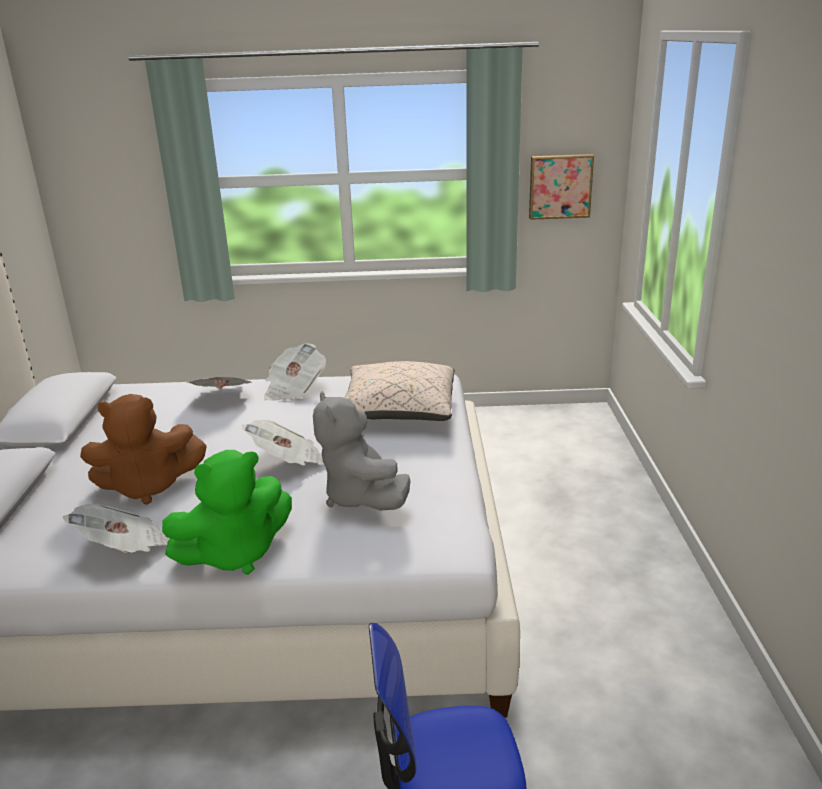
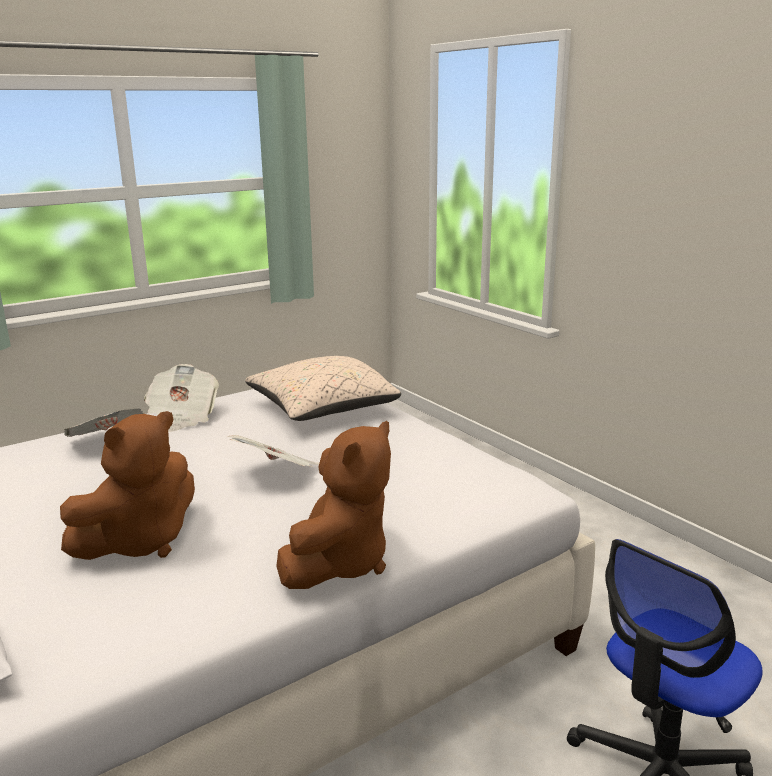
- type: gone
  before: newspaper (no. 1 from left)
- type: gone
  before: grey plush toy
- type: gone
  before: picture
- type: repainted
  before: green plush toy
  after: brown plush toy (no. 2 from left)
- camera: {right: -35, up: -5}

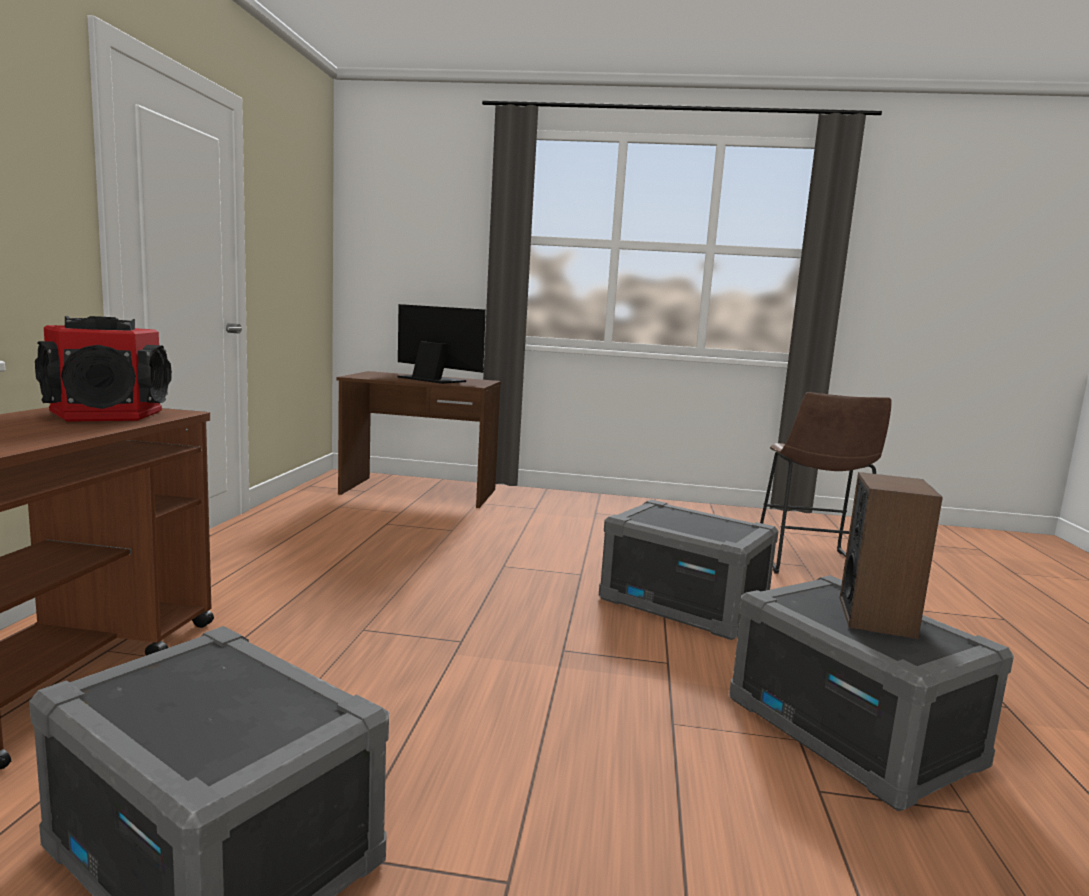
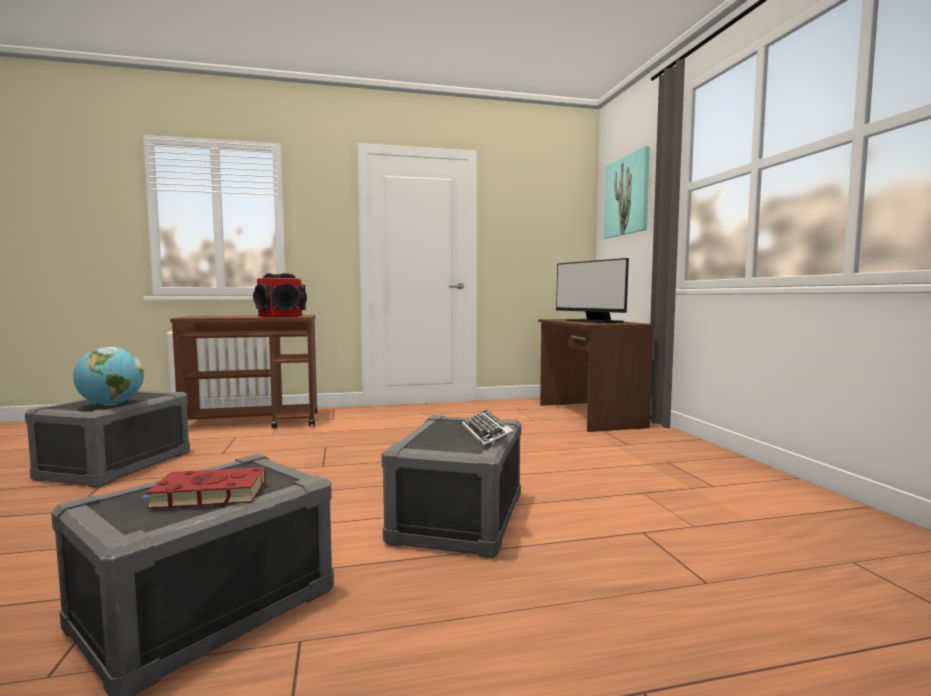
- type: gone
  before: brown stool
- type: new
  after: globe
- type: new
  after: keyboard
- type: new
  after: picture
- type: swapped
  before: speaker (no. 2 from left)
  after: red book
- type: rotated
  before: monitor
  turn: 135
- camera: {right: 70, up: -5}

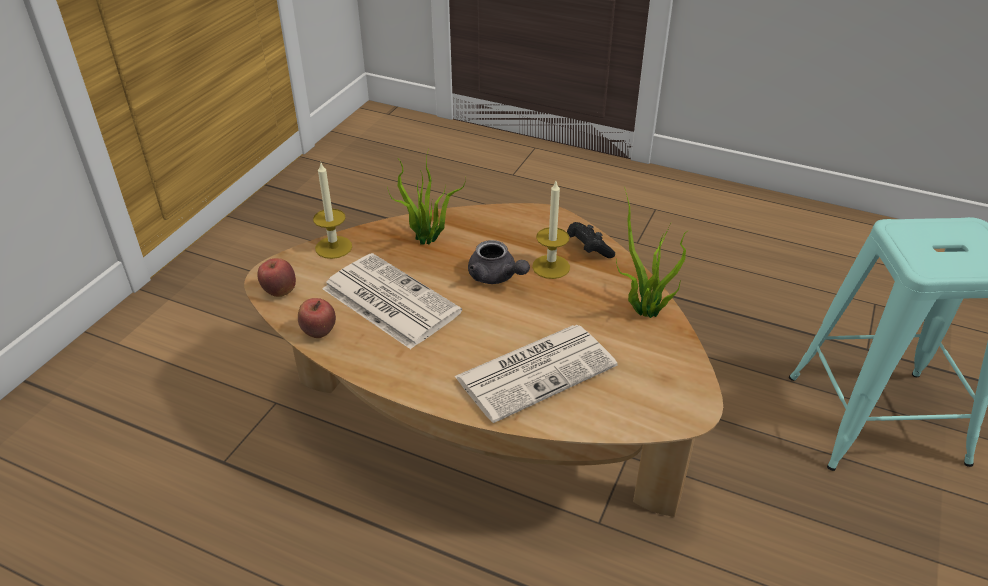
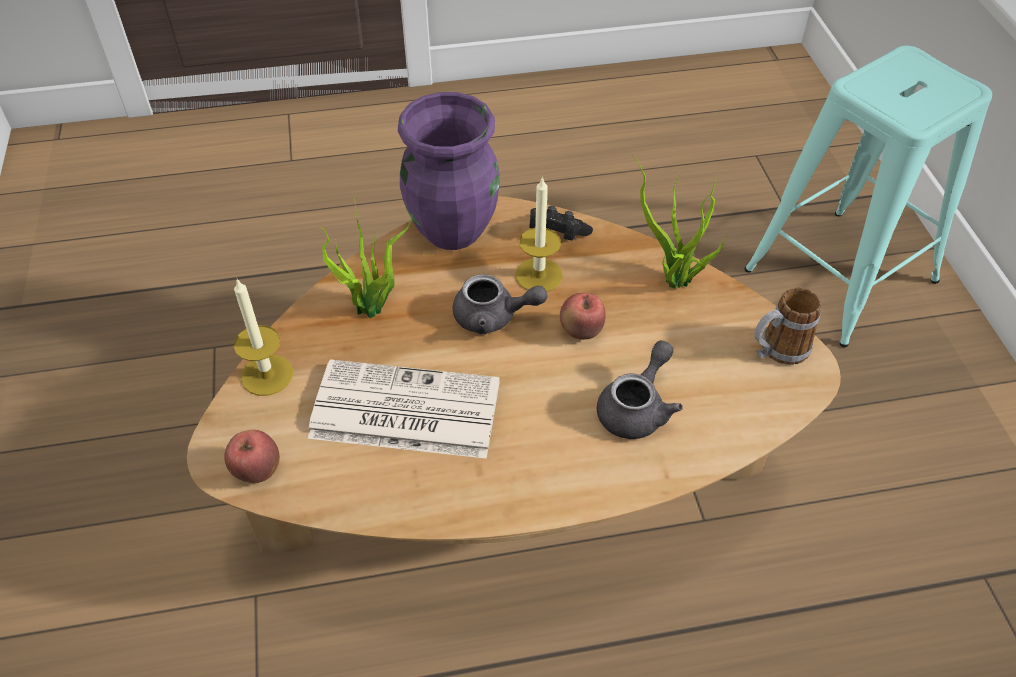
- type: new
  after: purple vase
- type: new
  after: mug
- type: shifted
  before: apple (no. 2 from left)
- type: swapped
  before: newspaper (no. 2 from left)
  after: grey teapot (no. 2 from left)
- camera: {right: -35, up: 10}

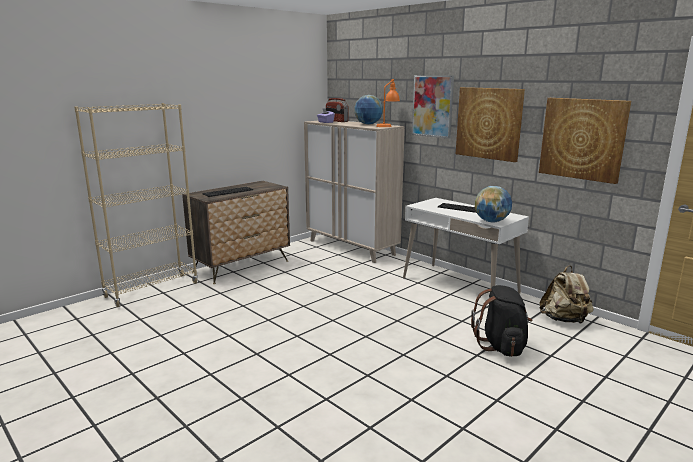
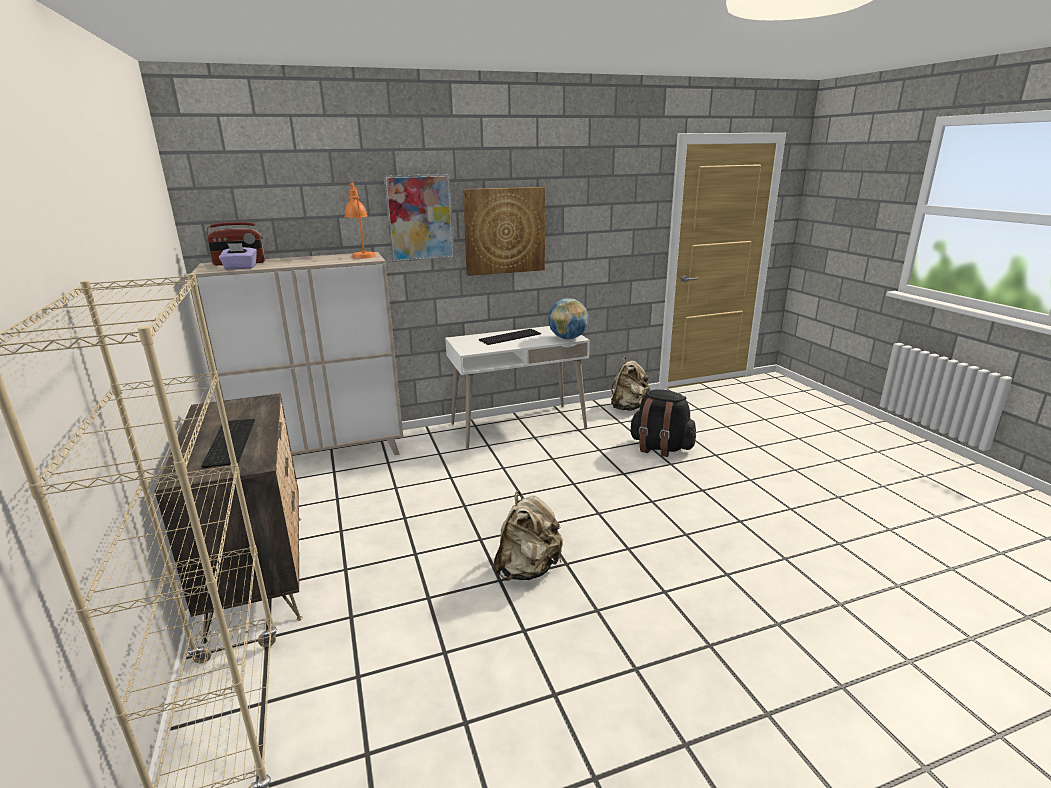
- type: gone
  before: globe (no. 1 from left)
- type: gone
  before: picture (no. 3 from left)
- type: new
  after: beige backpack (no. 1 from left)
- camera: {right: -65, up: 5}

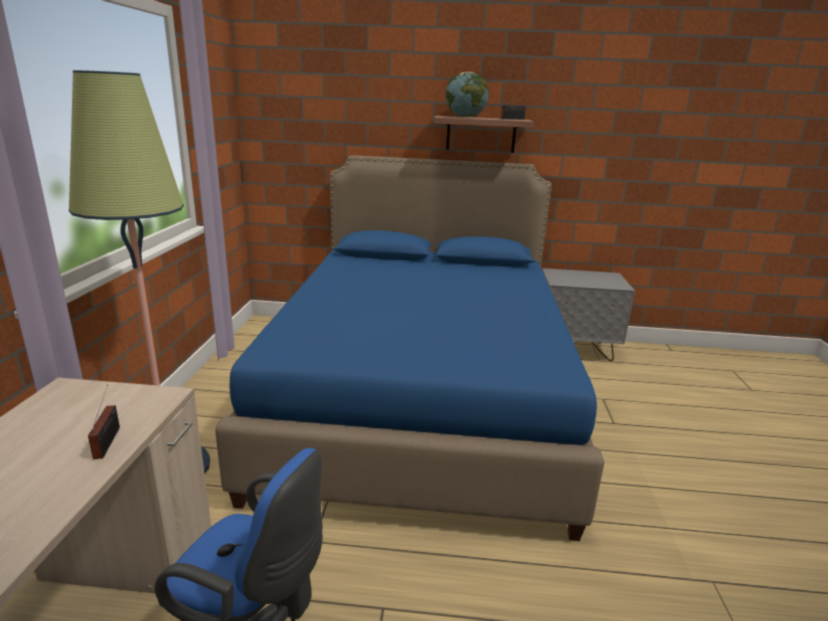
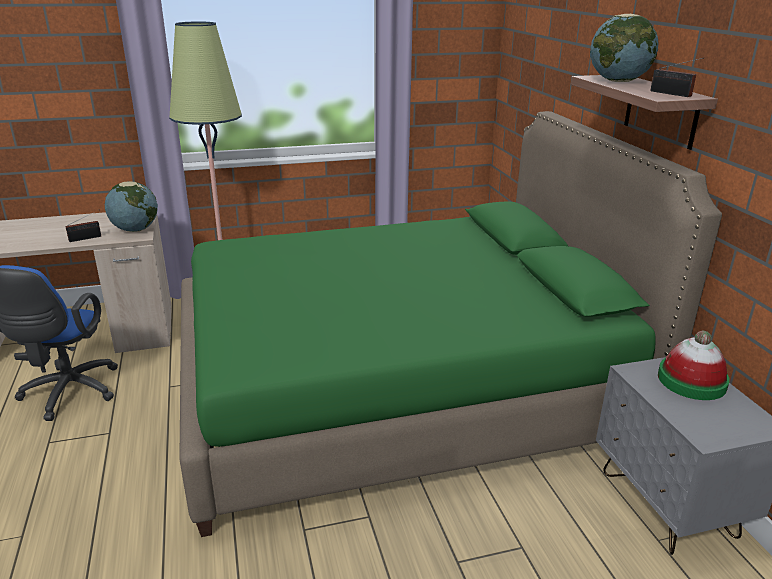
- type: new
  after: globe (no. 1 from left)
- type: new
  after: hat
- type: repainted
  before: blue bed
  after: green bed
- camera: {right: 70, up: 5}

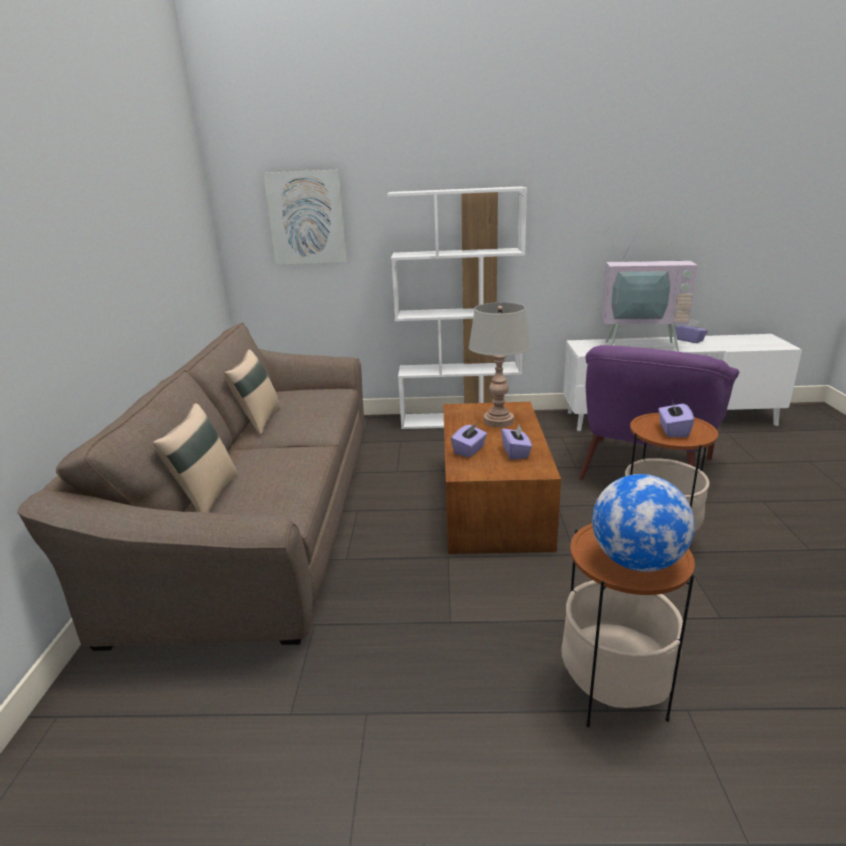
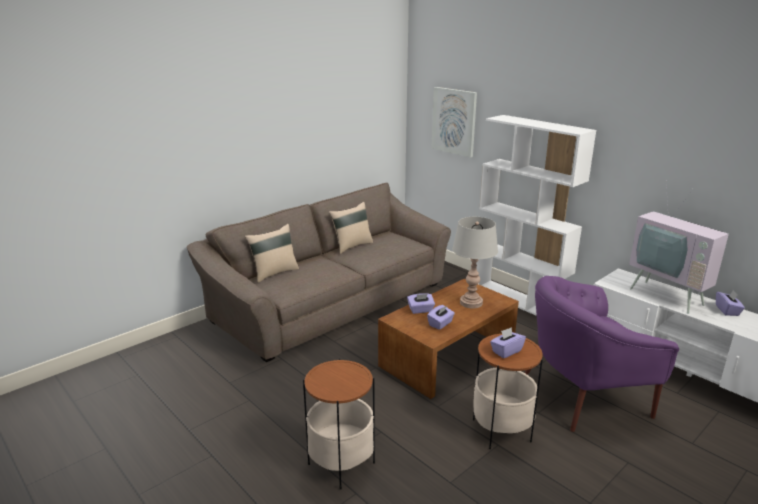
- type: gone
  before: globe
- camera: {right: 45, up: 0}

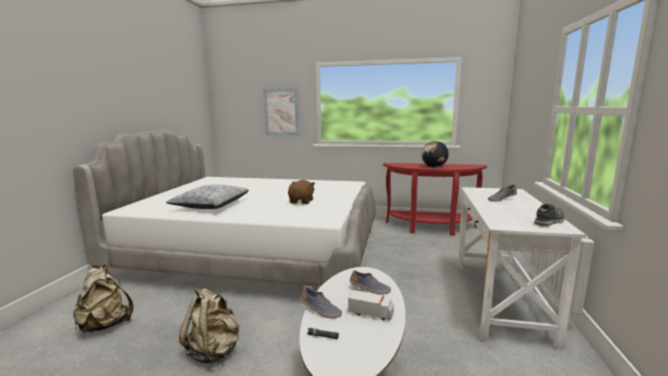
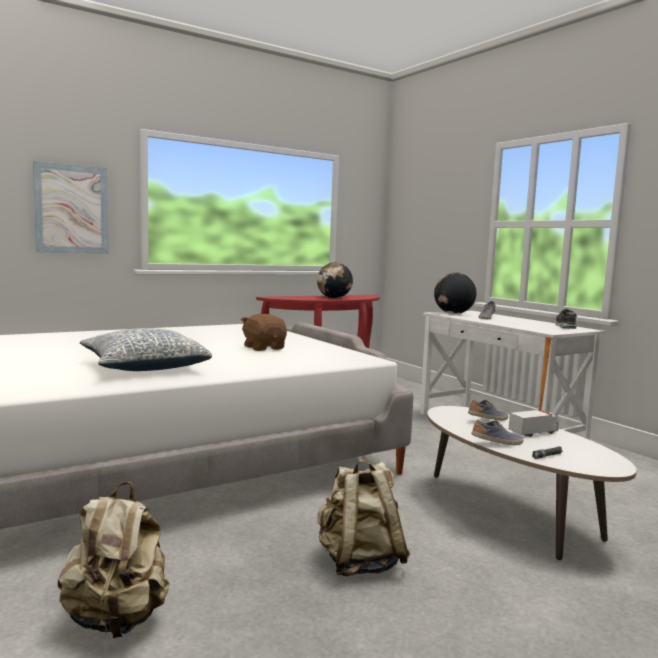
- type: new
  after: globe (no. 2 from left)
- camera: {right: -45, up: -5}

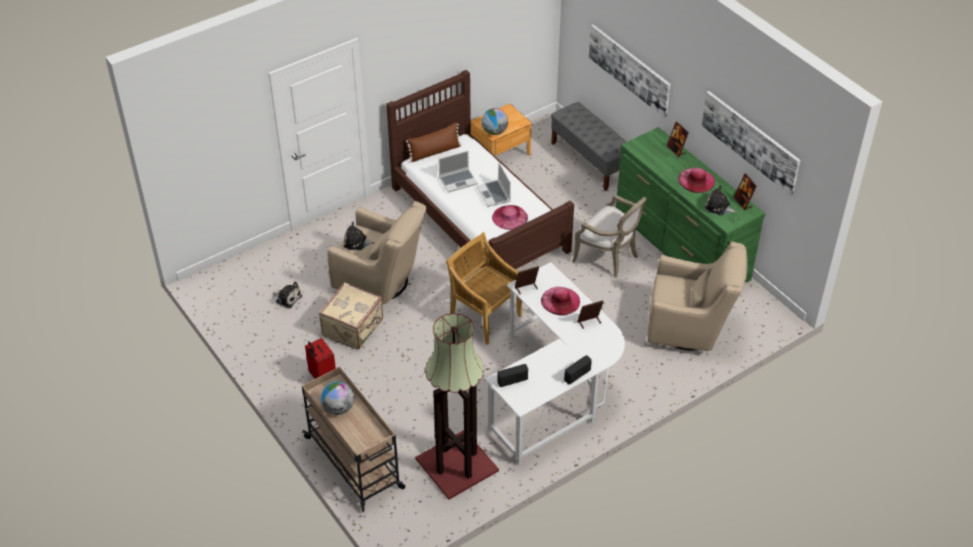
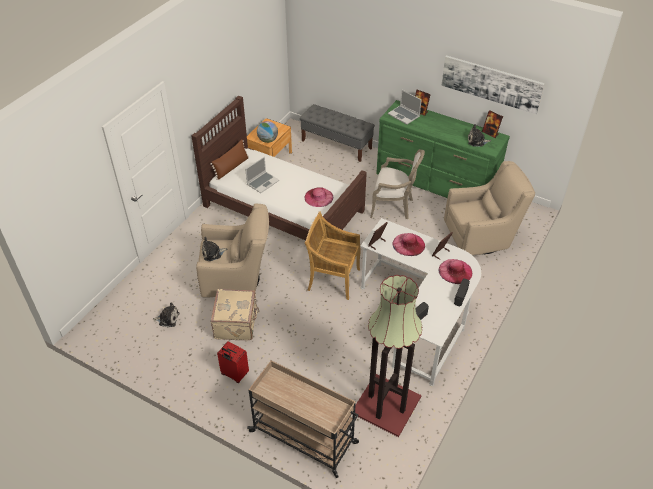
- type: gone
  before: globe (no. 1 from left)
- type: gone
  before: picture (no. 1 from left)
- type: shifted
  before: laptop (no. 2 from left)
- type: shifted
  before: pink hat (no. 3 from left)
- camera: {right: -25, up: 0}

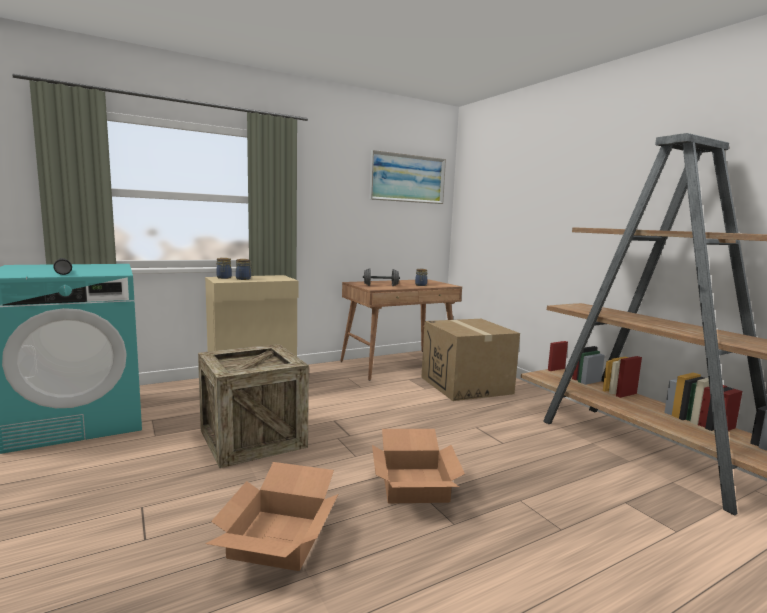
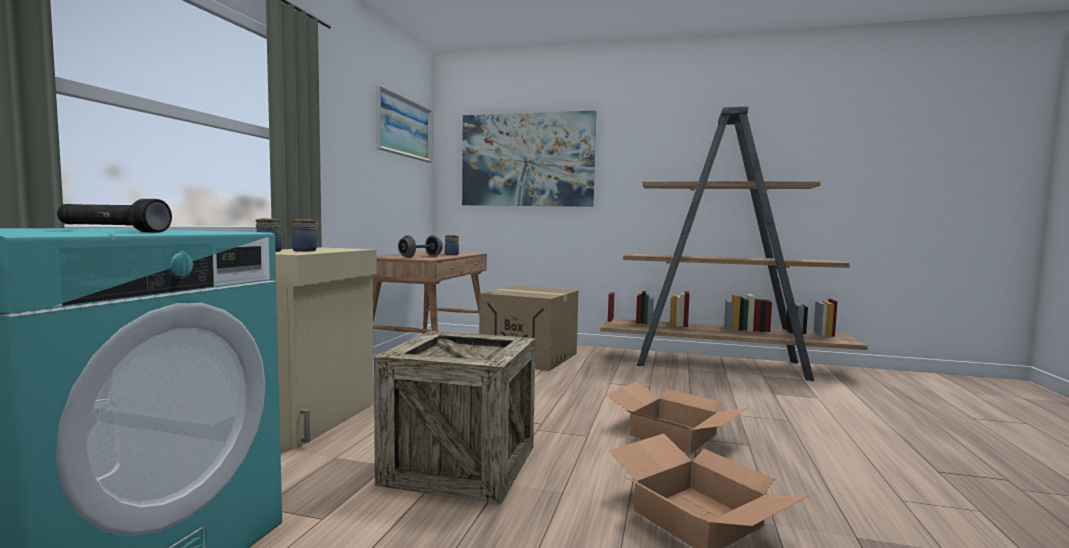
- type: new
  after: picture (no. 2 from left)
- camera: {right: -45, up: -5}

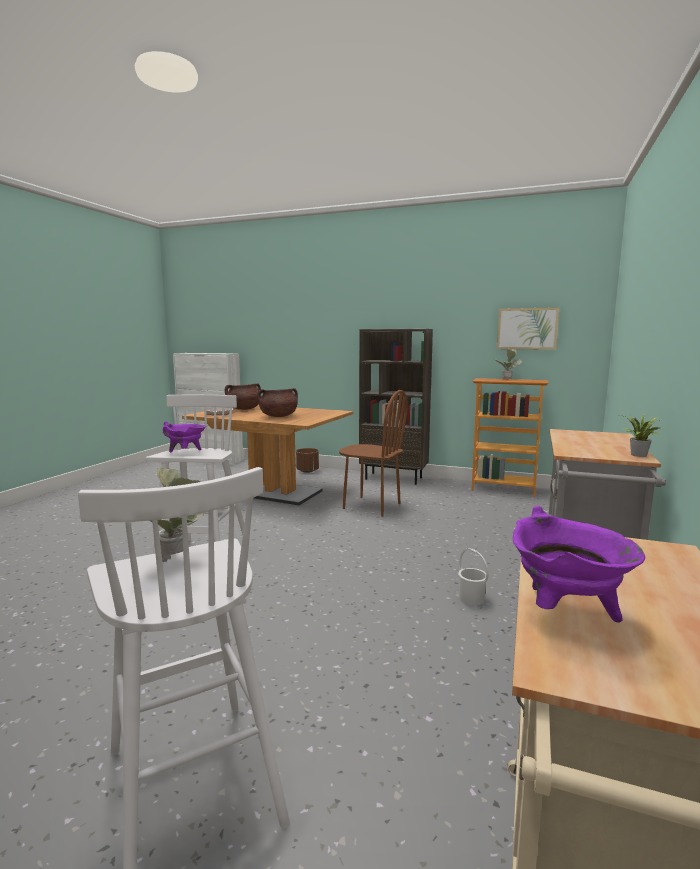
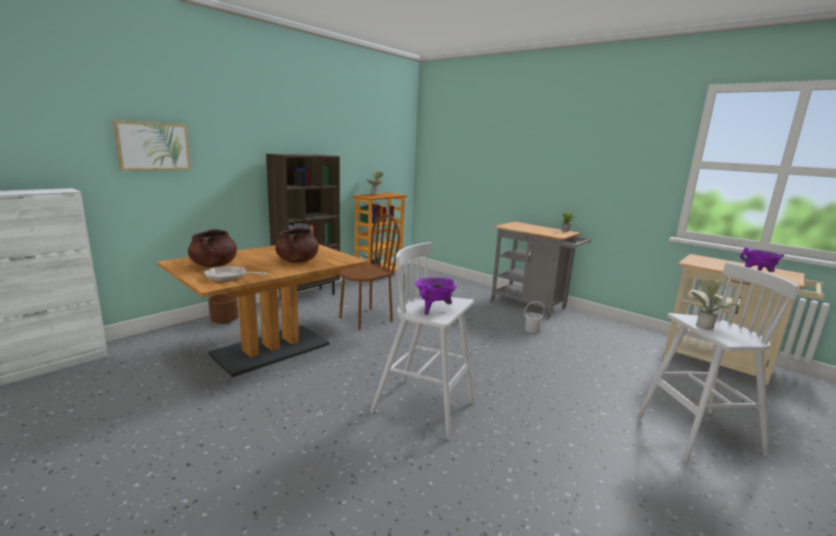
- type: shifted
  before: picture
- camera: {right: -70, up: 5}

